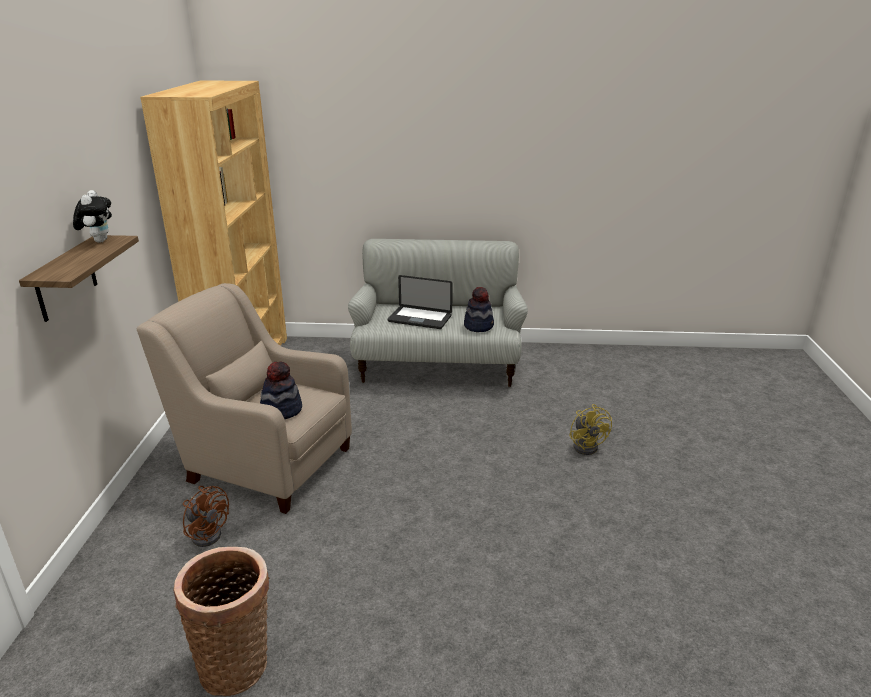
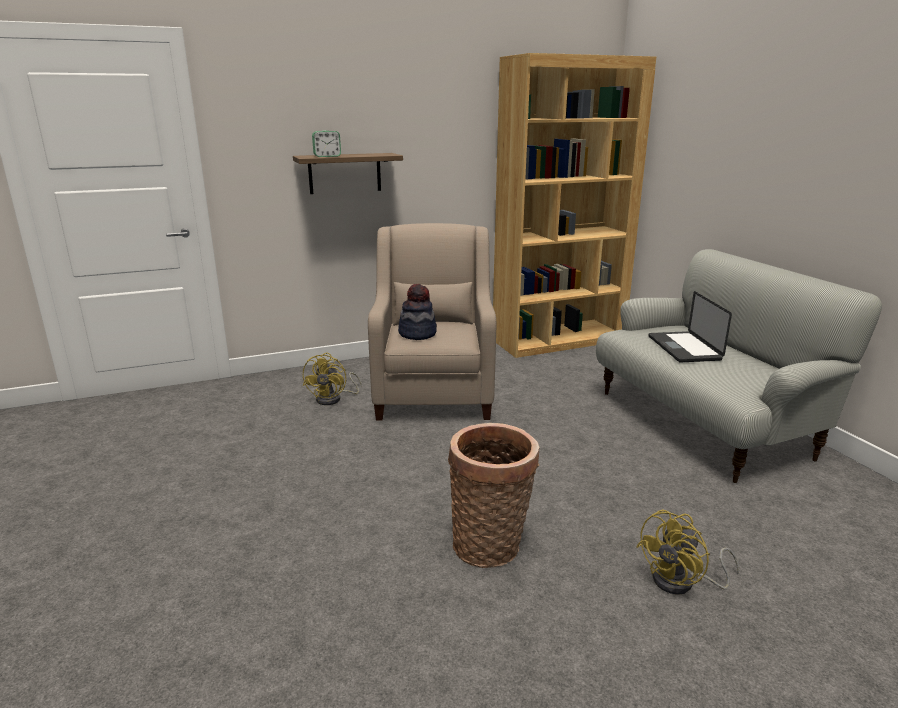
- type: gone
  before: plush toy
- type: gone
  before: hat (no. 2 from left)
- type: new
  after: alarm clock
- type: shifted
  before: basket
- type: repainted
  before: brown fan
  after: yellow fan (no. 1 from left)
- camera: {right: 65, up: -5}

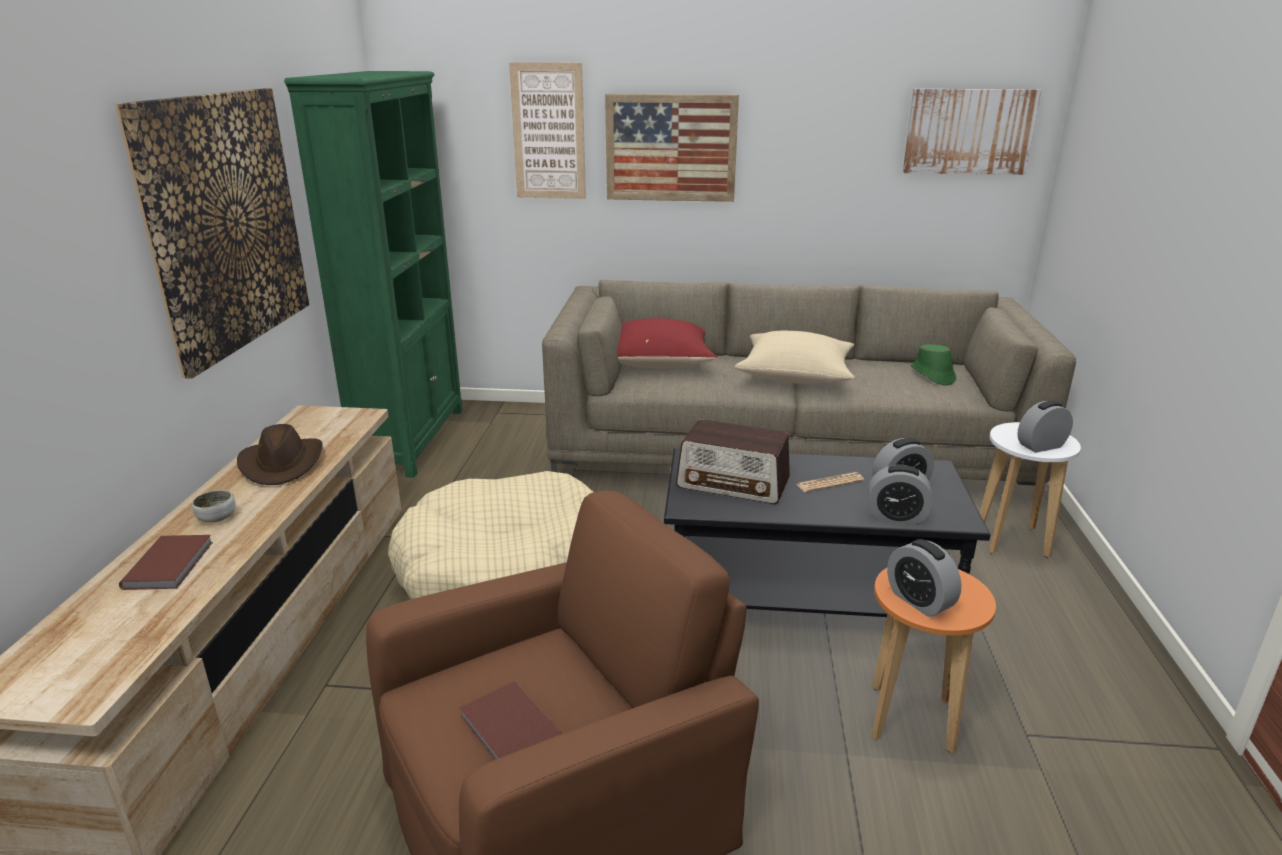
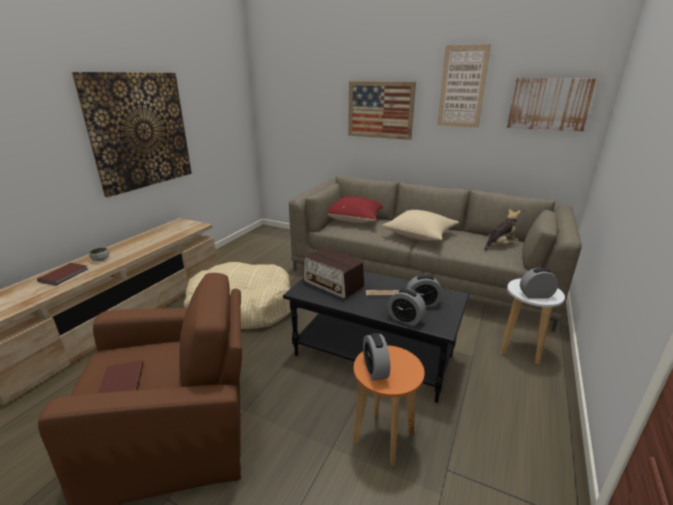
- type: gone
  before: brown hat
- type: gone
  before: green bookcase
- type: shifted
  before: picture (no. 2 from left in the first image)
  after: picture (no. 3 from left)
- type: swapped
  before: green hat
  after: plush toy
- camera: {right: 20, up: 0}

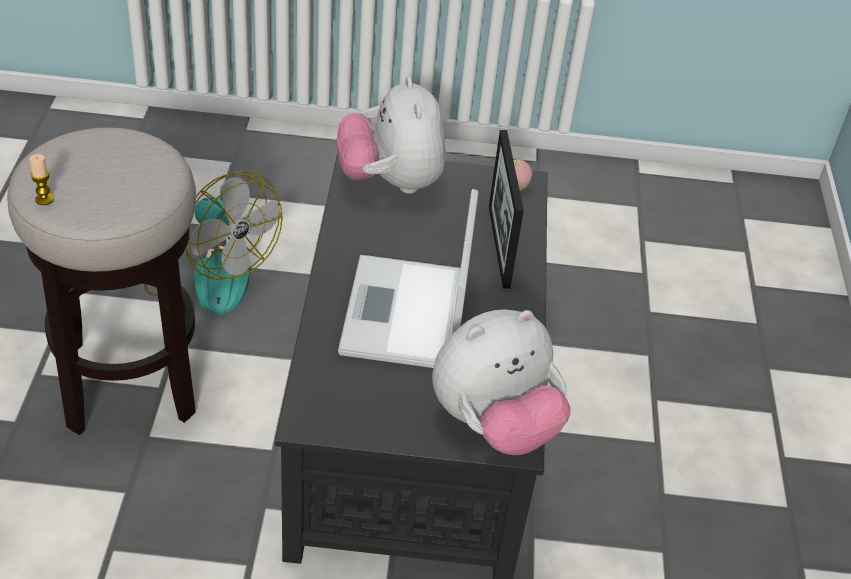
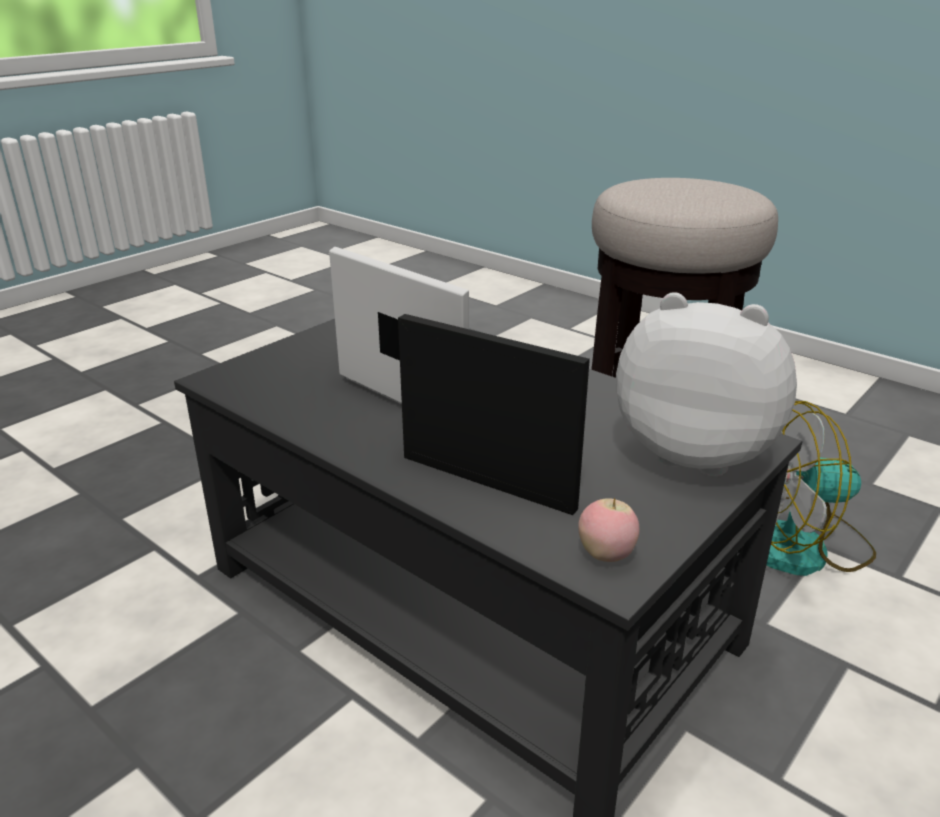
- type: gone
  before: candle
- type: gone
  before: plush toy (no. 2 from left)
- camera: {right: 130, up: -15}

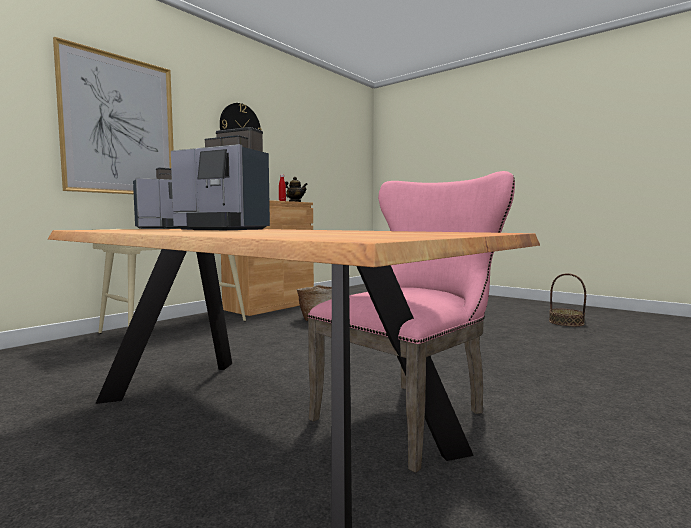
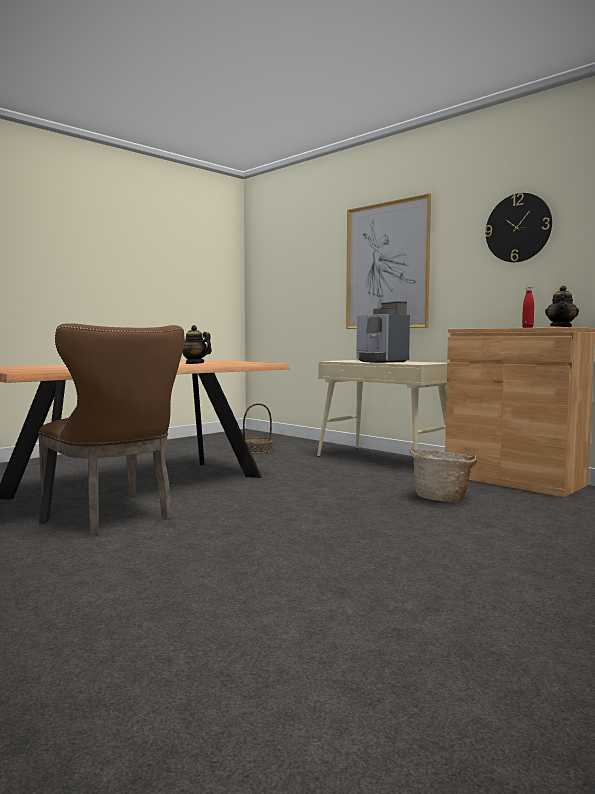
- type: shifted
  before: basket (no. 2 from left in the first image)
  after: basket (no. 1 from left)
- type: swapped
  before: coffee machine (no. 2 from left)
  after: teapot (no. 1 from left)
- type: repainted
  before: pink chair
  after: brown chair
- camera: {right: 95, up: 0}

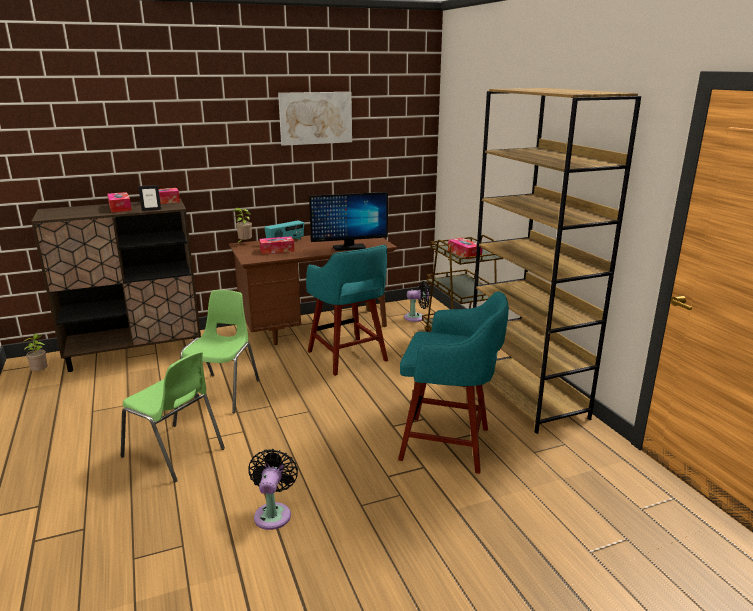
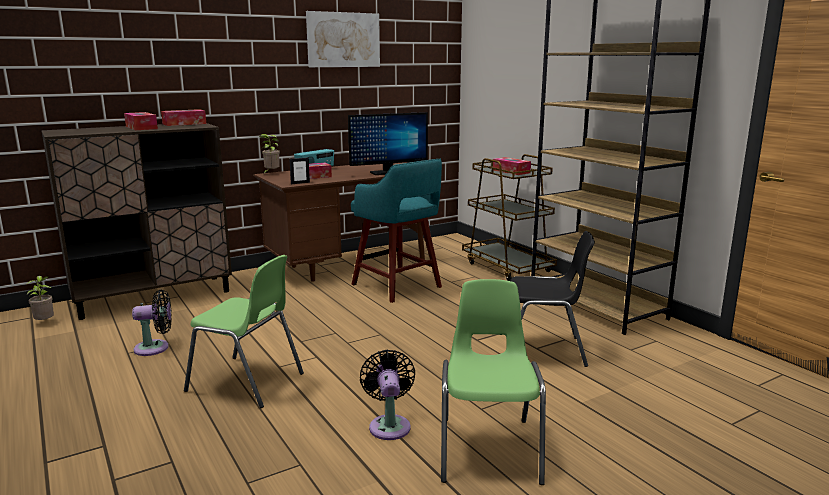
- type: shifted
  before: picture frame
- type: shifted
  before: green chair (no. 2 from left)
- type: shifted
  before: black fan (no. 2 from left in the first image)
  after: black fan (no. 1 from left)
- type: swapped
  before: turquoise stool (no. 2 from left)
  after: black chair
- camera: {right: -10, up: -5}

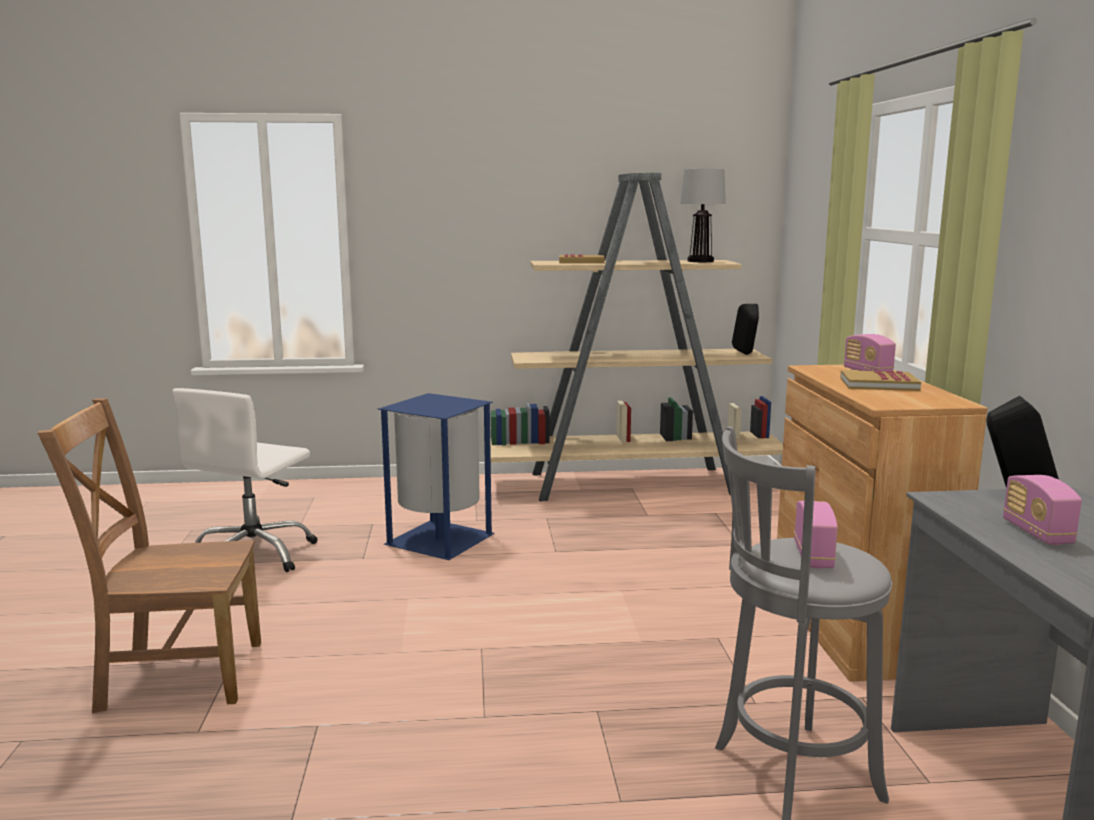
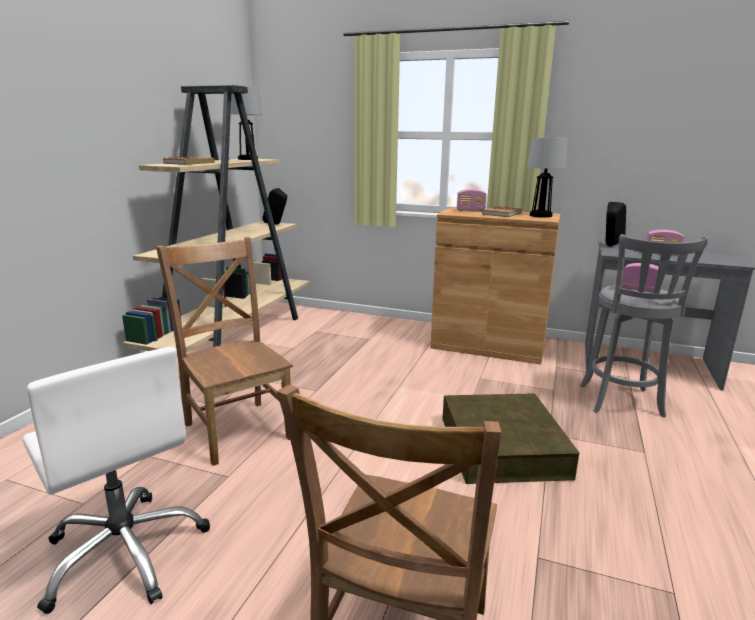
- type: new
  after: brown storage box
- type: new
  after: table lamp (no. 2 from left)
- type: swapped
  before: blue trash can
  after: brown chair (no. 1 from left)
- camera: {right: -65, up: 5}

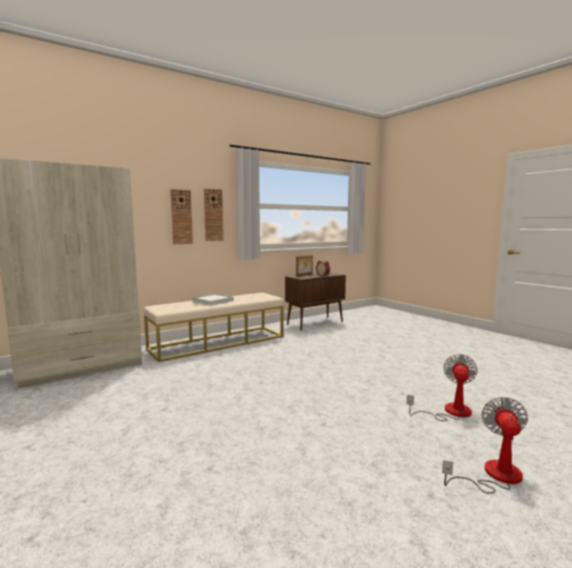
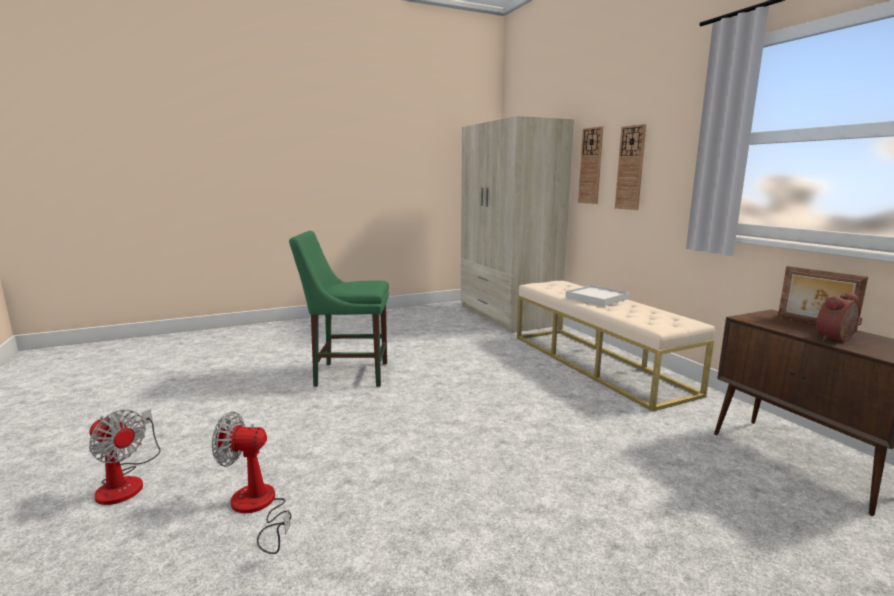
- type: new
  after: green chair
- type: shifted
  before: wall clock (no. 2 from left in the first image)
  after: wall clock (no. 1 from left)
- type: rotated
  before: fan (no. 1 from left in the first image)
  turn: 150
- camera: {right: 100, up: 5}

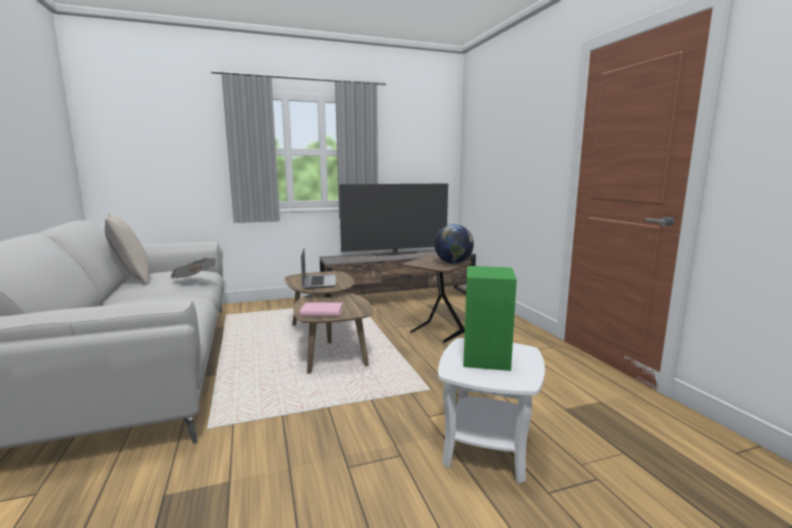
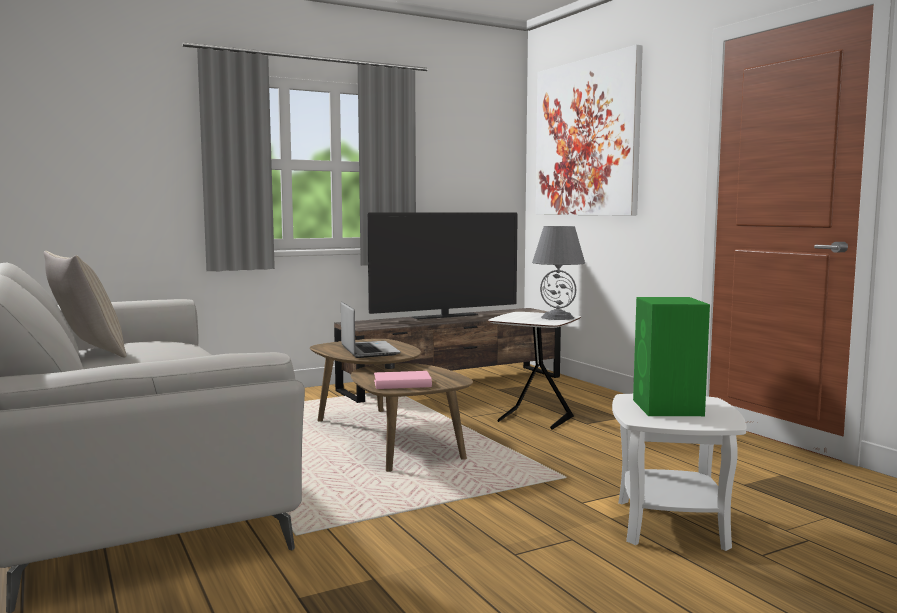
- type: gone
  before: newspaper
- type: new
  after: picture
- type: swapped
  before: globe
  after: grey table lamp
- type: repainted
  before: brown side table
  after: white side table (no. 1 from left)
- camera: {right: -10, up: -5}

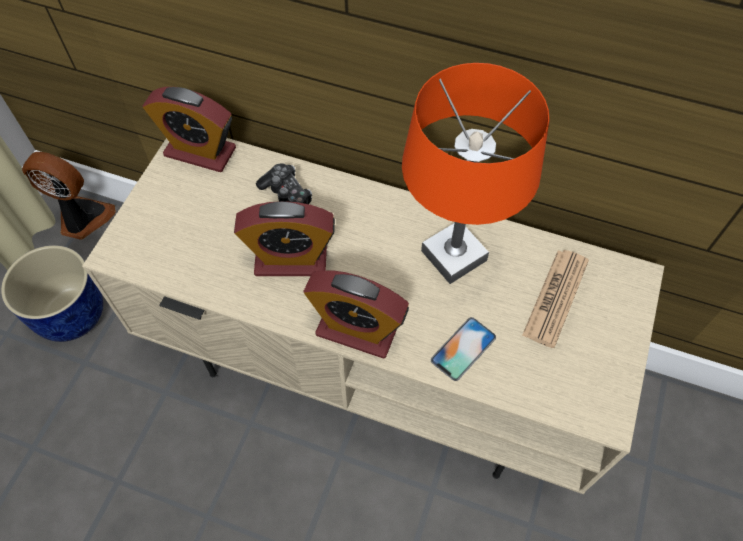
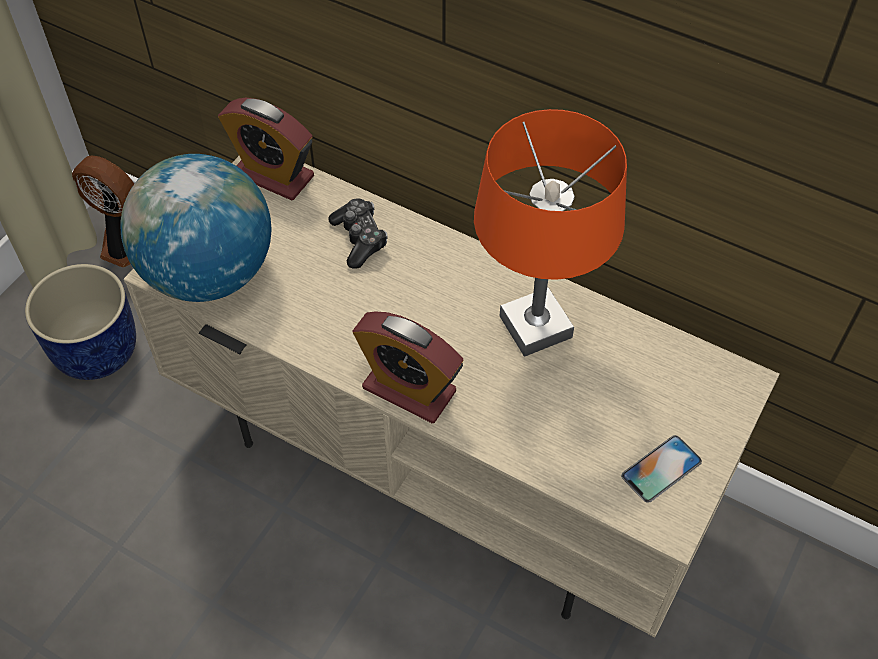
- type: gone
  before: alarm clock (no. 2 from left)
- type: gone
  before: newspaper
- type: new
  after: globe
- type: shifted
  before: phone
- camera: {right: 10, up: -5}

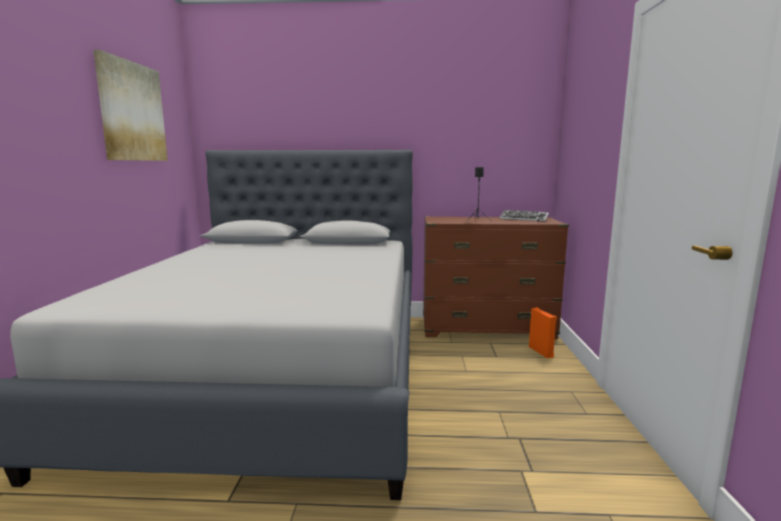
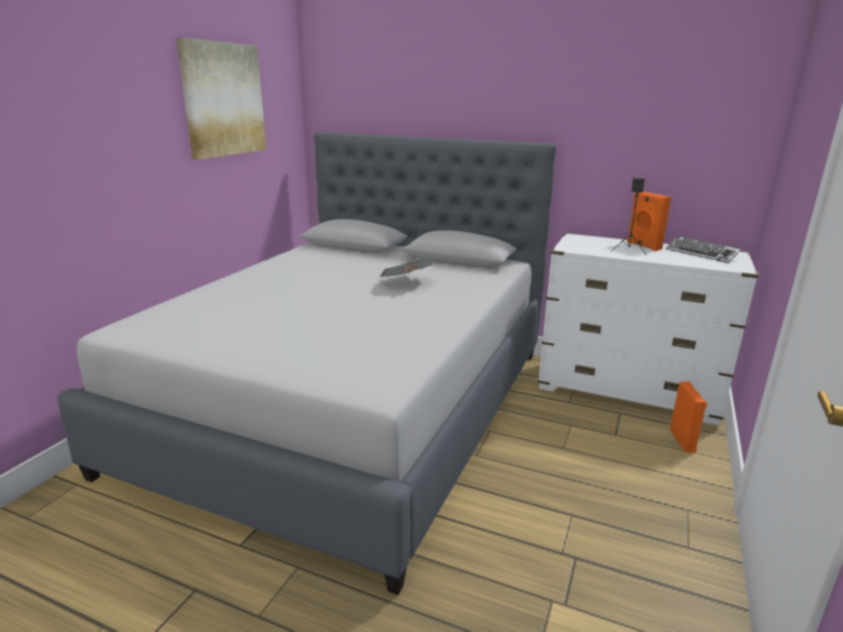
- type: new
  after: newspaper
- type: new
  after: orange speaker (no. 1 from left)
- type: repainted
  before: brown dresser
  after: white dresser
- camera: {right: 20, up: 10}

